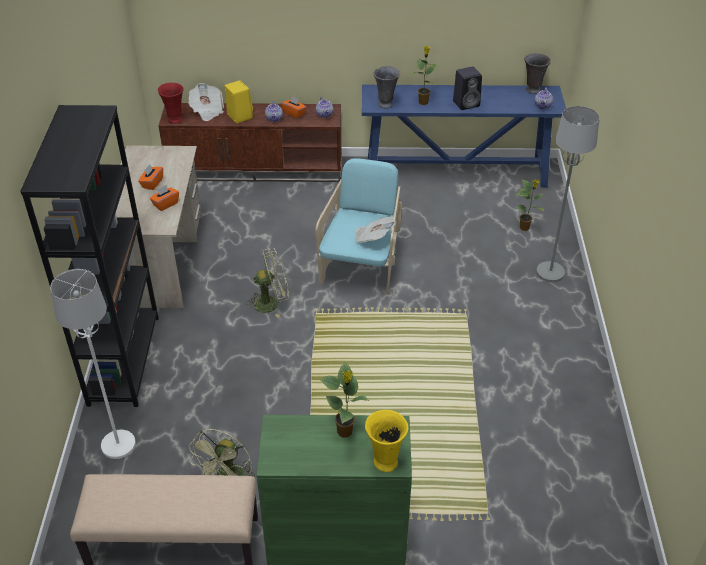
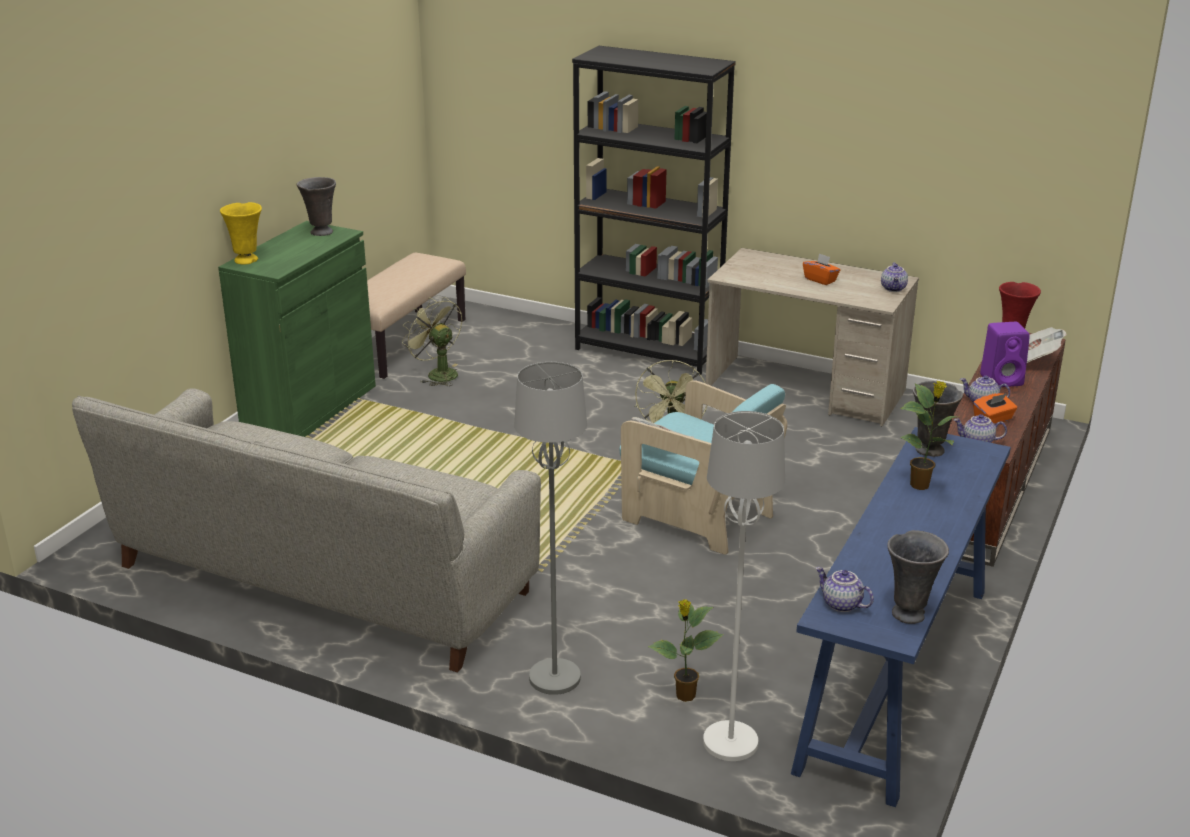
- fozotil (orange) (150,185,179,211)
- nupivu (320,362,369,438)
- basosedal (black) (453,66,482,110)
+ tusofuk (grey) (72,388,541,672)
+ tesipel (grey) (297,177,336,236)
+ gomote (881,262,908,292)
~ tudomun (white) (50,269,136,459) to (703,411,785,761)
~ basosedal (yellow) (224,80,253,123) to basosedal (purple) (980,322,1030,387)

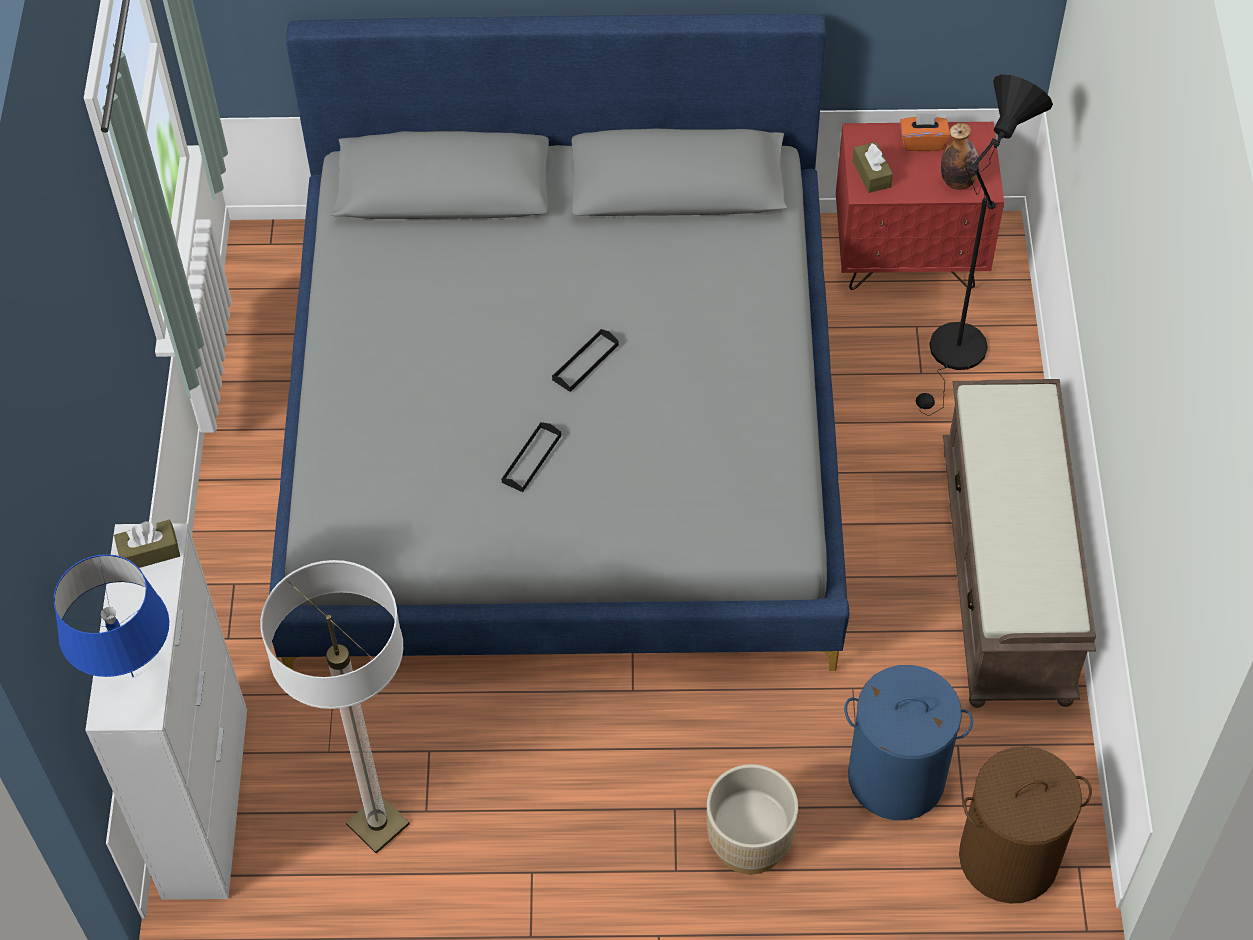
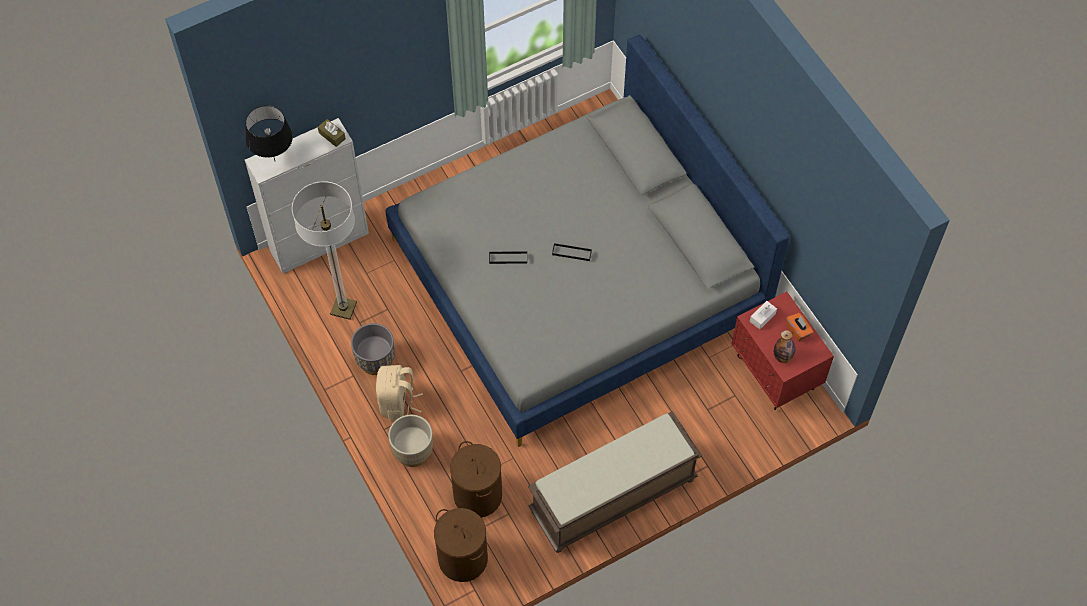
- tudomun (black) (916,75,1053,416)
+ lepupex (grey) (351,323,395,375)
+ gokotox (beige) (376,365,423,420)
~ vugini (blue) (53,554,169,678) to vugini (black) (245,105,293,160)
~ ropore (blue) (844,665,973,820) to ropore (brown) (450,441,502,518)
~ fozotil (brown) (852,142,893,193) to fozotil (white) (750,301,777,329)

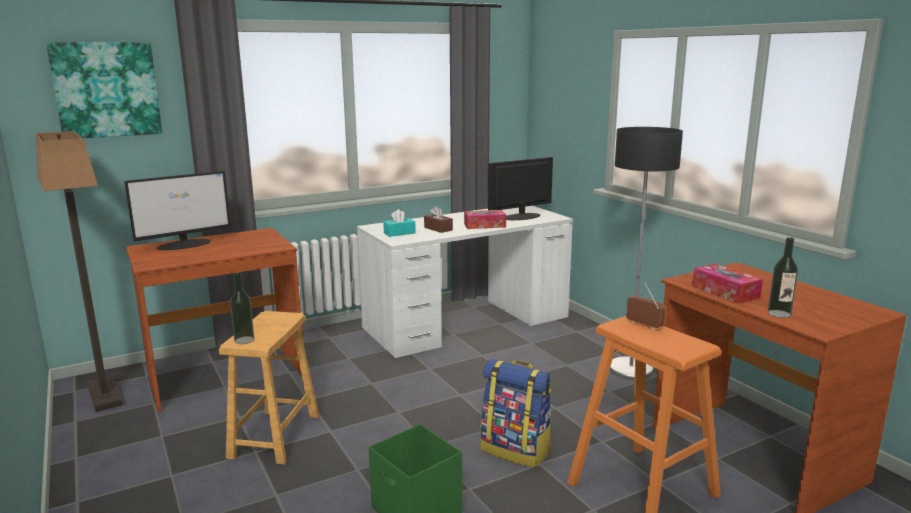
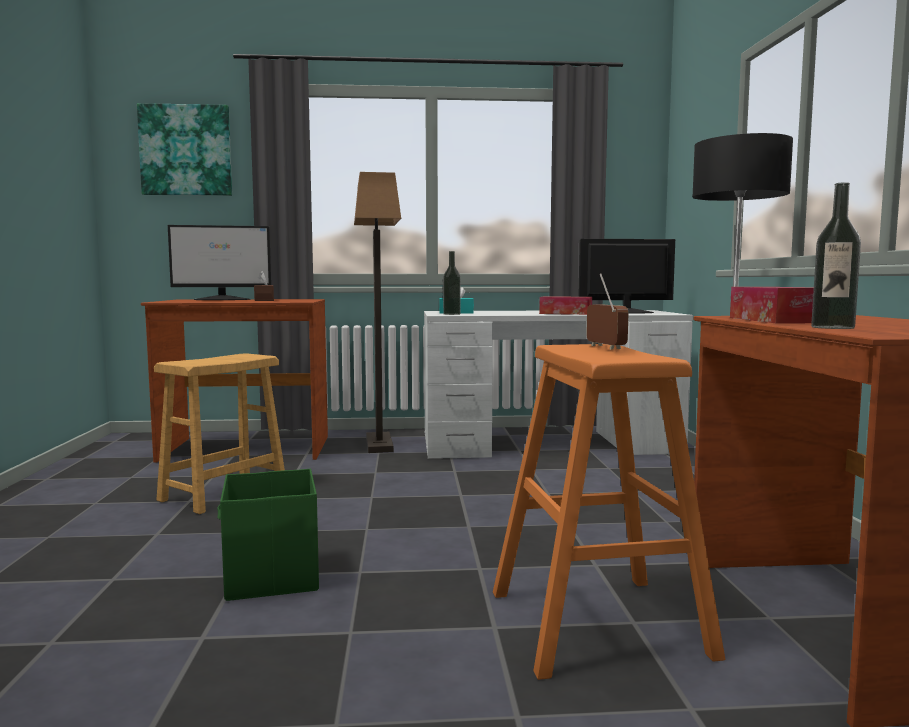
- gokotox (481,359,552,468)
~ tudomun (36,131,123,412) to (354,172,401,453)
~ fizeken (230,273,254,344) to (443,251,461,315)
~ fozotil (brown) (424,206,453,233) to (254,271,274,301)

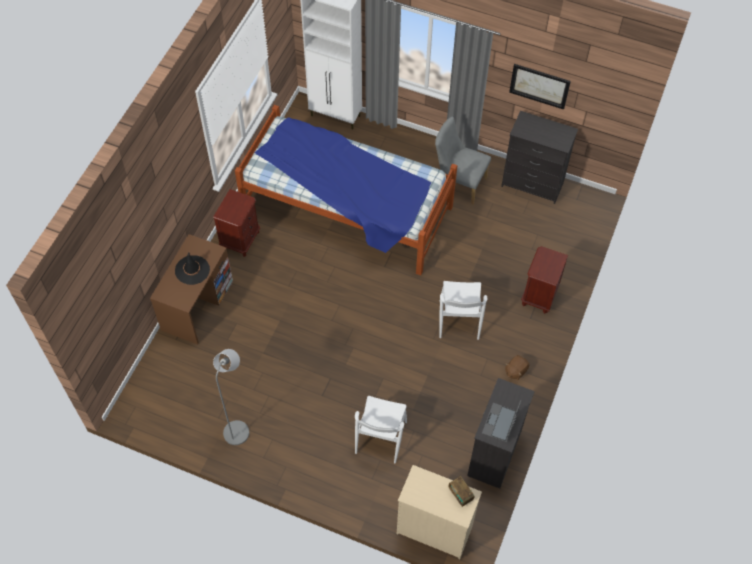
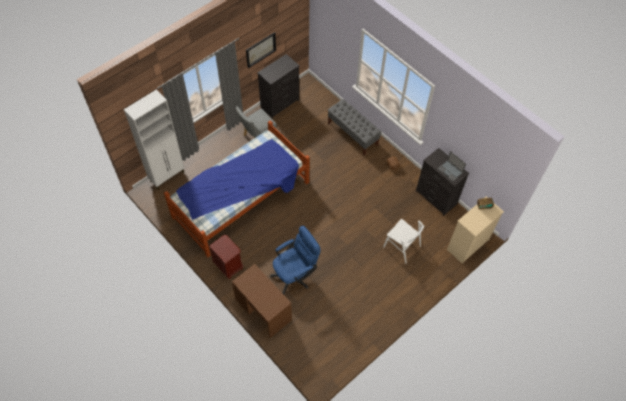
- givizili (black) (175,252,210,285)
- tudomun (grey) (213,349,249,445)
- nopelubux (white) (439,281,487,340)
+ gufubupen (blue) (270,226,321,295)
~ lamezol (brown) (521,246,568,314) to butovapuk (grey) (328,99,382,156)

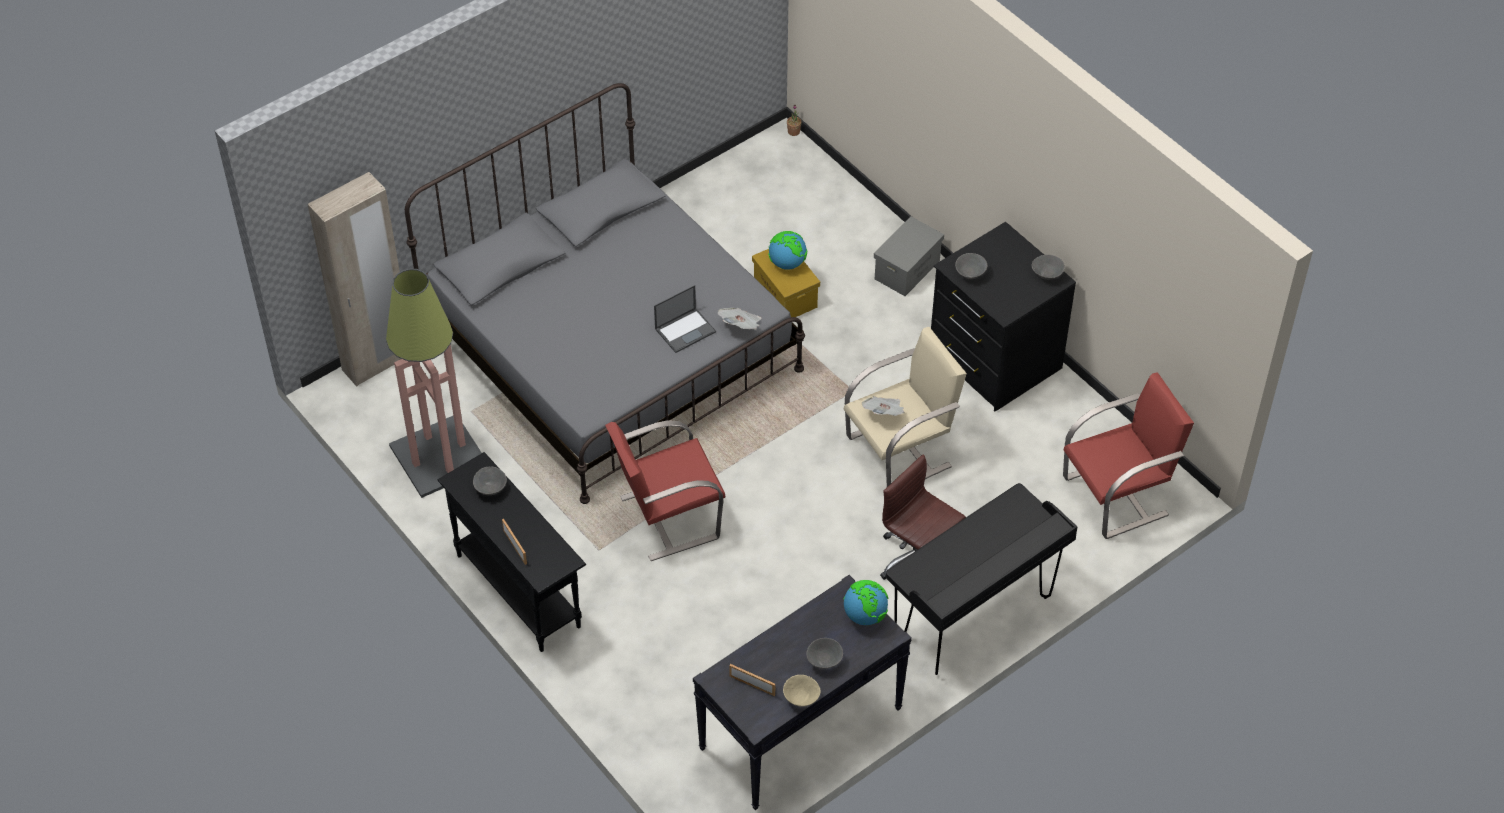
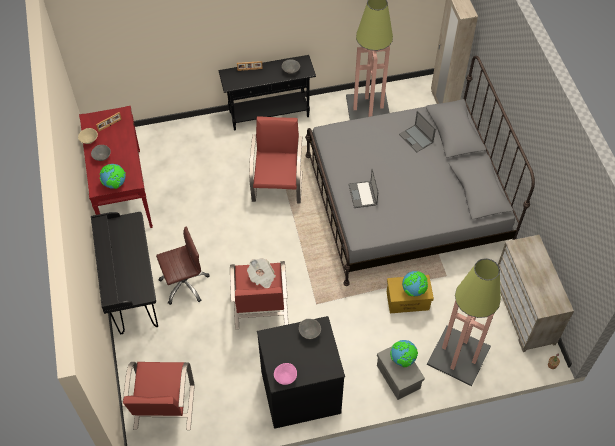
- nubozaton (718,308,761,330)
+ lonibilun (390,340,418,367)
+ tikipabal (399,111,436,152)
+ tudomun (427,258,501,386)
+ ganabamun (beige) (498,235,574,352)
~ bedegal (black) (693,575,912,810) to bedegal (red) (79,106,153,228)
~ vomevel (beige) (844,327,967,487) to vomevel (red) (230,261,288,330)
~ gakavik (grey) (1032,254,1065,280) to gakavik (pink) (274,363,297,385)

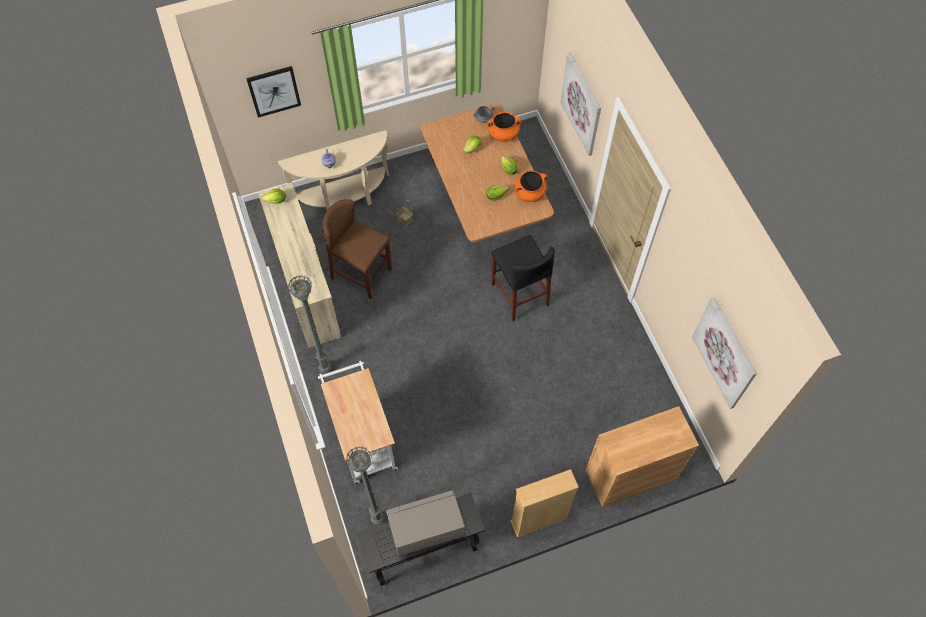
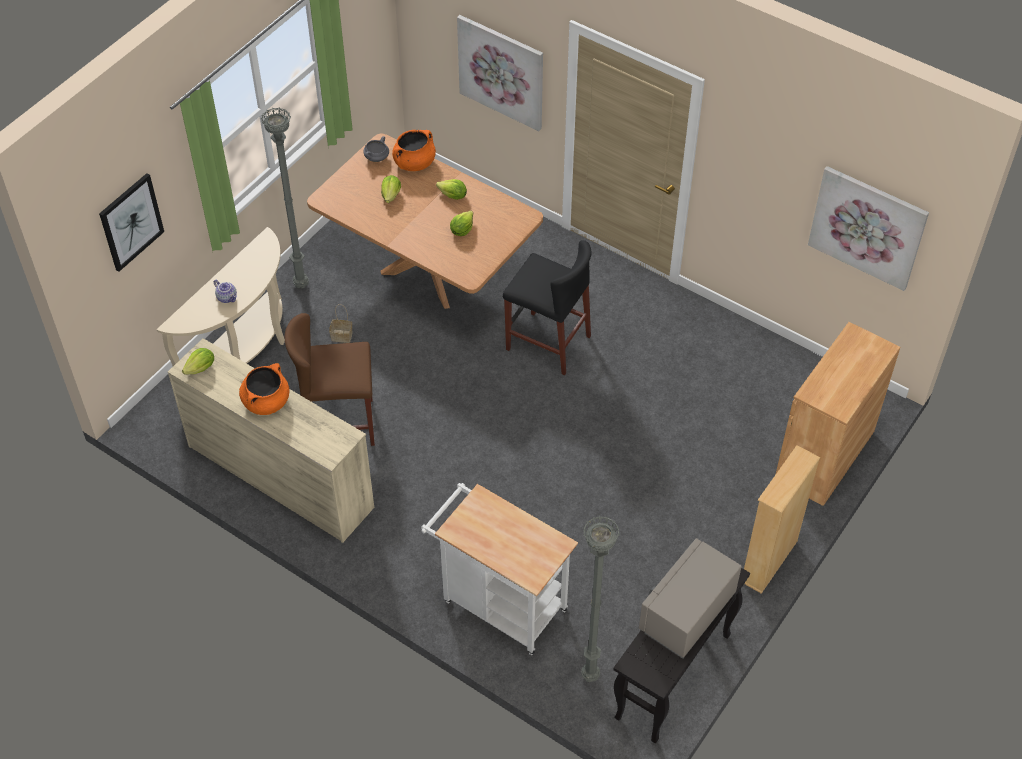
~ tudomun (grey) (288,276,331,373) to (261,107,309,288)
~ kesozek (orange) (514,171,547,202) to (239,363,290,415)

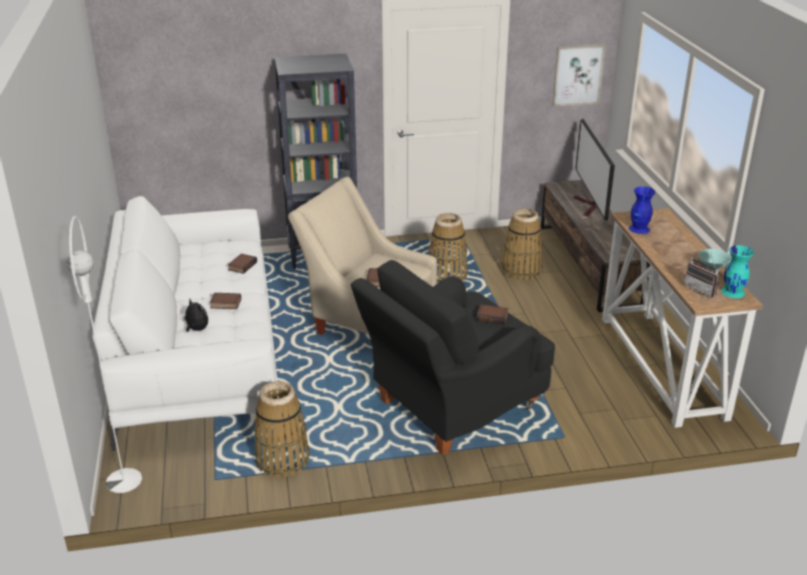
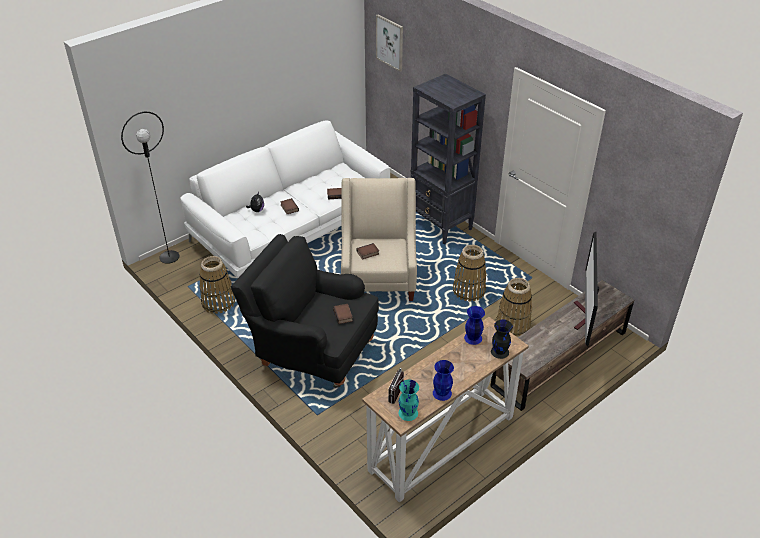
+ tesipel (black) (491,319,513,359)
~ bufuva (553,44,606,106) to (376,15,403,72)
~ gakavik (turquoise) (698,249,732,270) to tesipel (blue) (433,360,454,401)
~ tudomun (white) (67,216,142,493) to tudomun (black) (121,112,179,264)
~ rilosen (573,119,615,221) = (574,232,599,346) 45 degrees counterclockwise

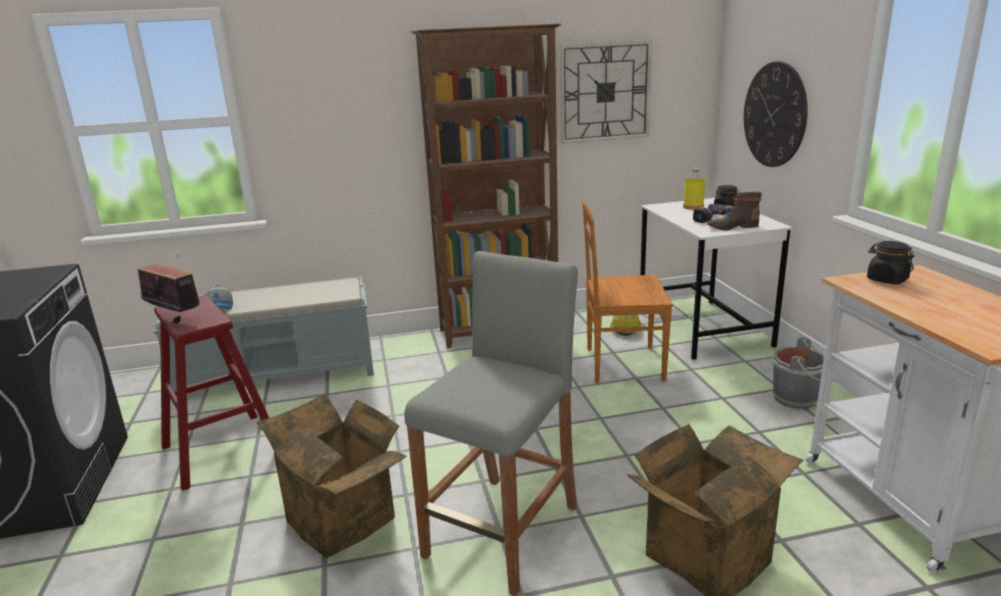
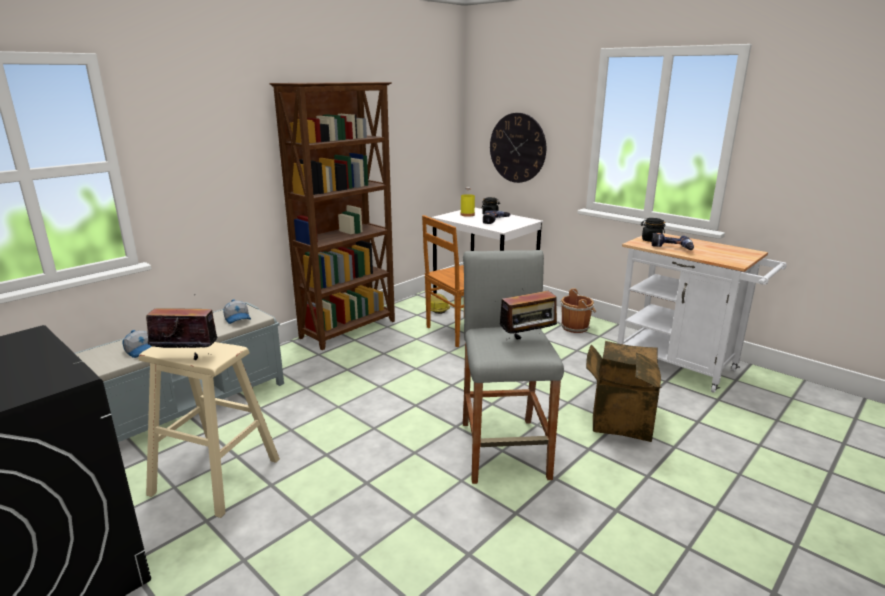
- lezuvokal (257,393,407,558)
- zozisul (560,40,652,144)
- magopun (707,192,762,231)
+ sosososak (223,299,251,324)
+ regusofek (500,284,560,339)
+ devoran (651,233,694,250)
~ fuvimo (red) (154,295,269,491) to fuvimo (beige) (138,342,280,518)
~ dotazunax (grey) (773,337,824,409) to dotazunax (brown) (560,288,596,333)

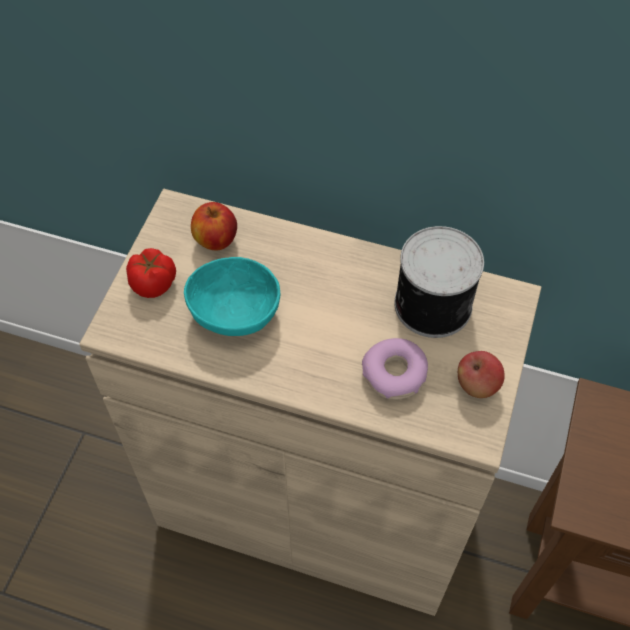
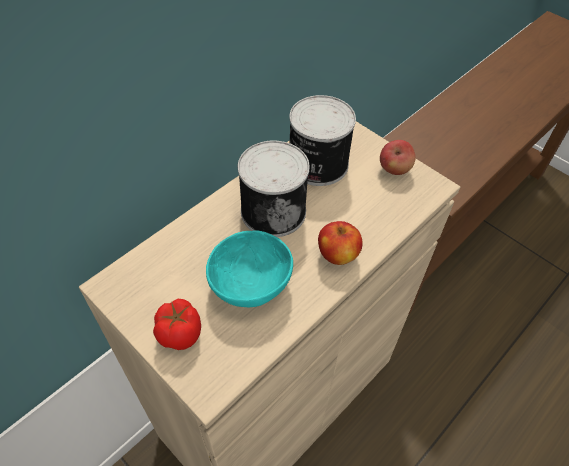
- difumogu (362,338,428,400)
+ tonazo (238,140,310,237)
~ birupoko (191,202,237,251) to (318,221,363,265)

